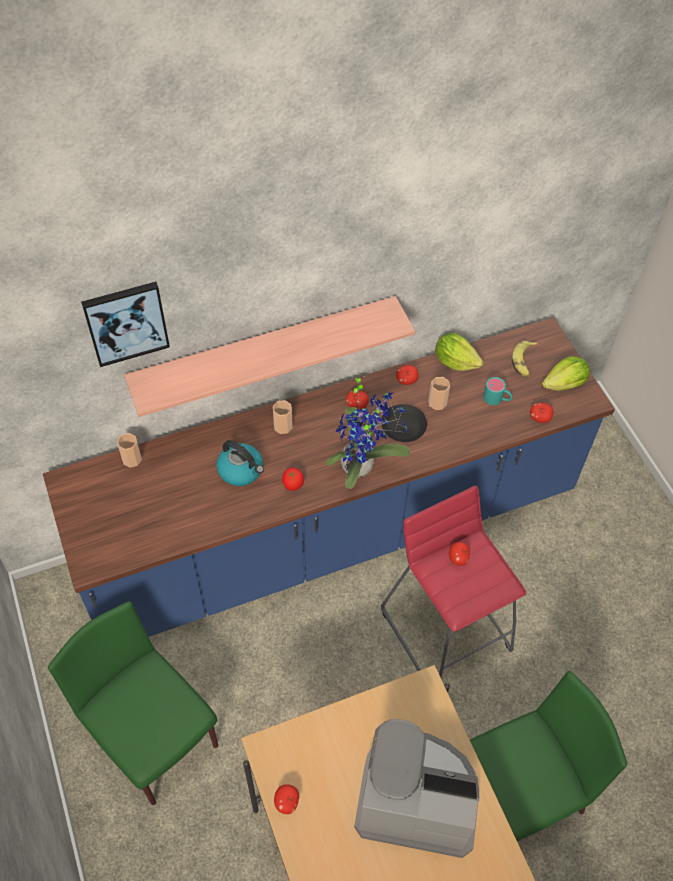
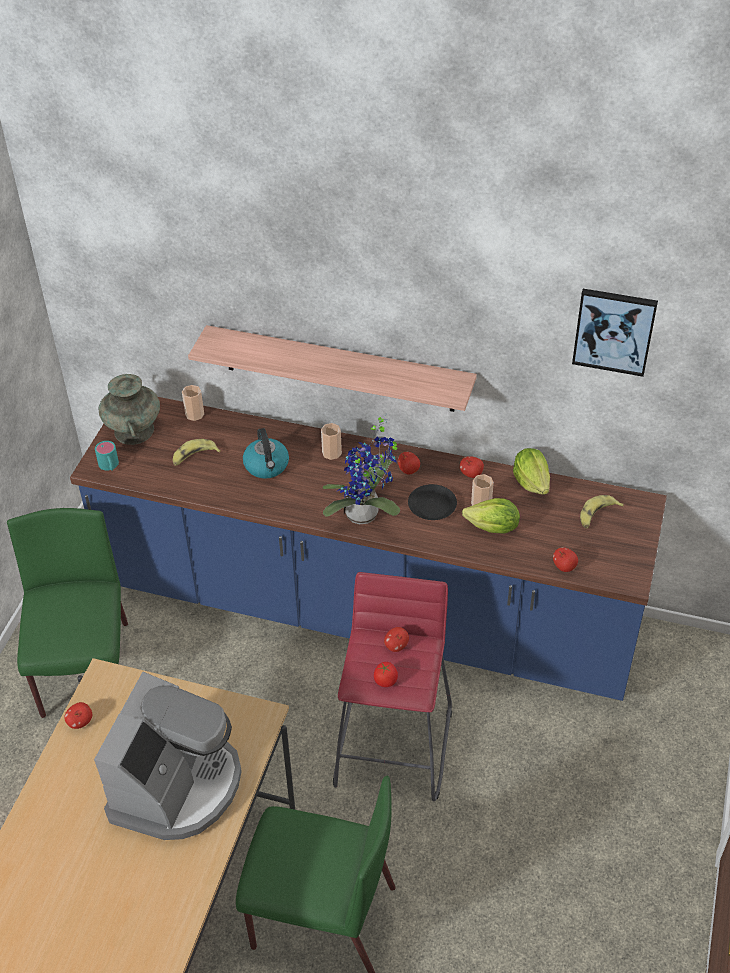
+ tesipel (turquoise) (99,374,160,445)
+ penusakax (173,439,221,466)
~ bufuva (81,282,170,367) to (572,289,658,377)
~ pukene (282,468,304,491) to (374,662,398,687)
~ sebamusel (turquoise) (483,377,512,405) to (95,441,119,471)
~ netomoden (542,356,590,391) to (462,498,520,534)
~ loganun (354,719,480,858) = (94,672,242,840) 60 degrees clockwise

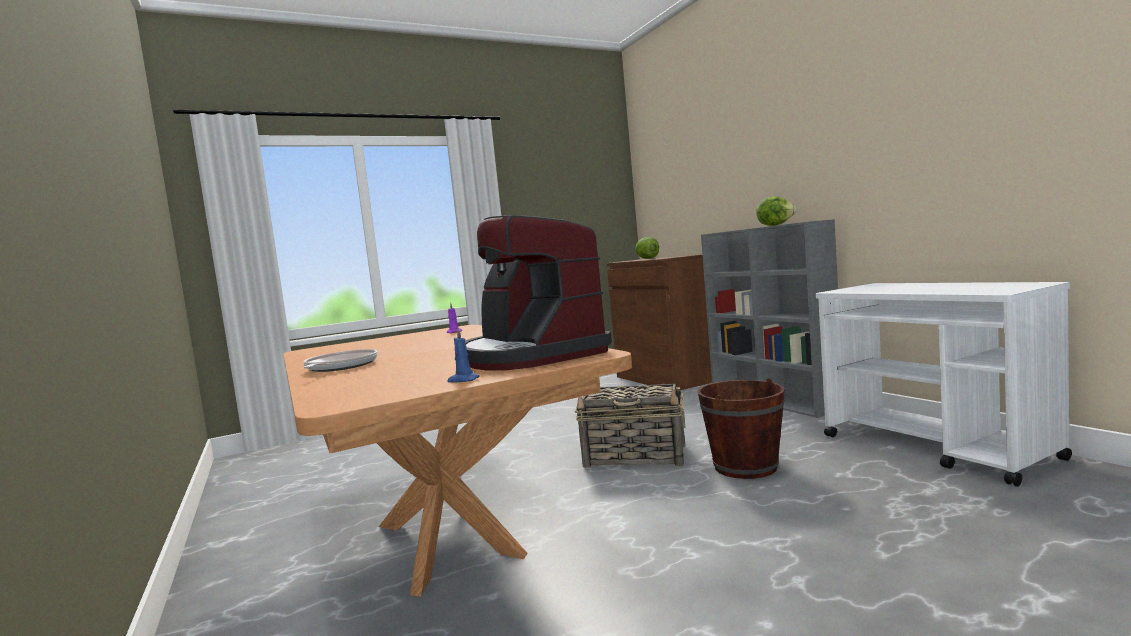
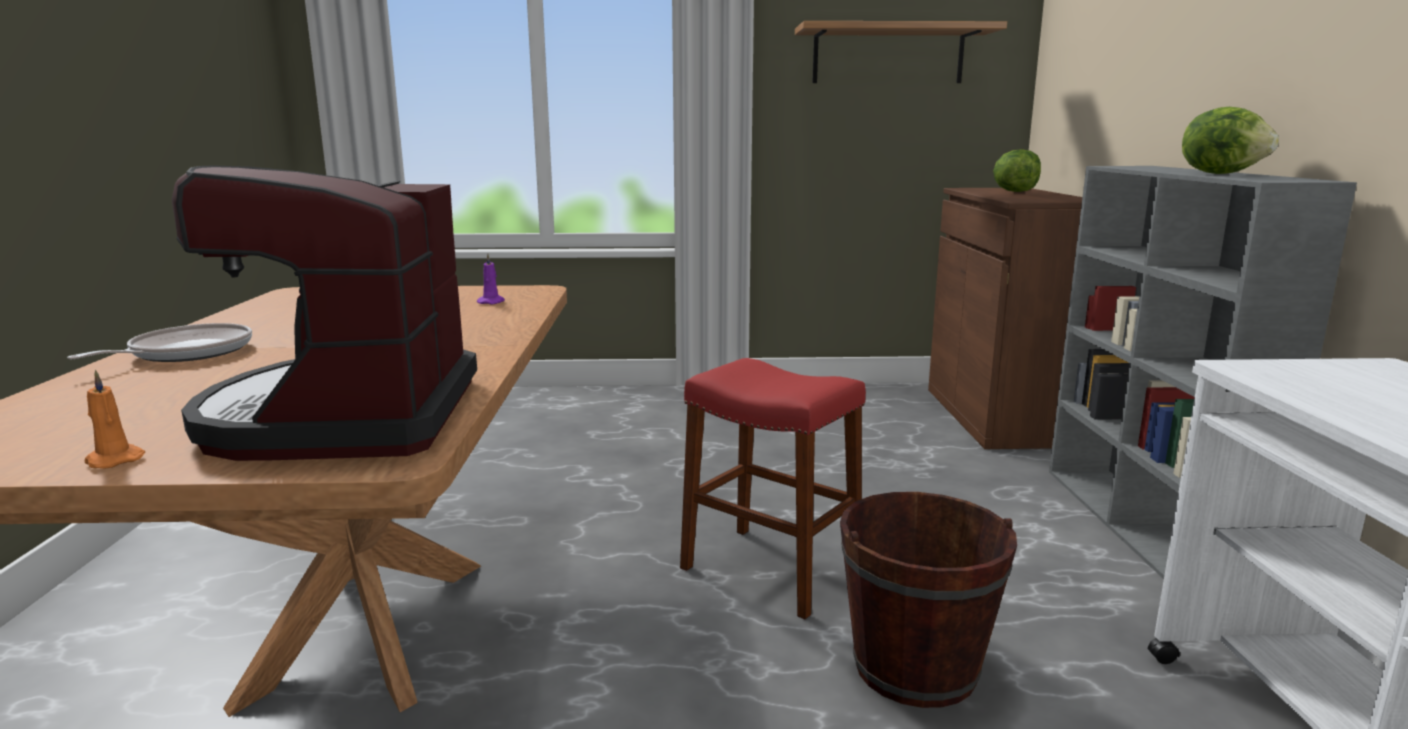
+ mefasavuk (795,21,1007,83)
~ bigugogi (575,384,686,468) to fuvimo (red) (680,358,866,619)
~ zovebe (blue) (447,327,480,383) to zovebe (orange) (85,370,145,469)

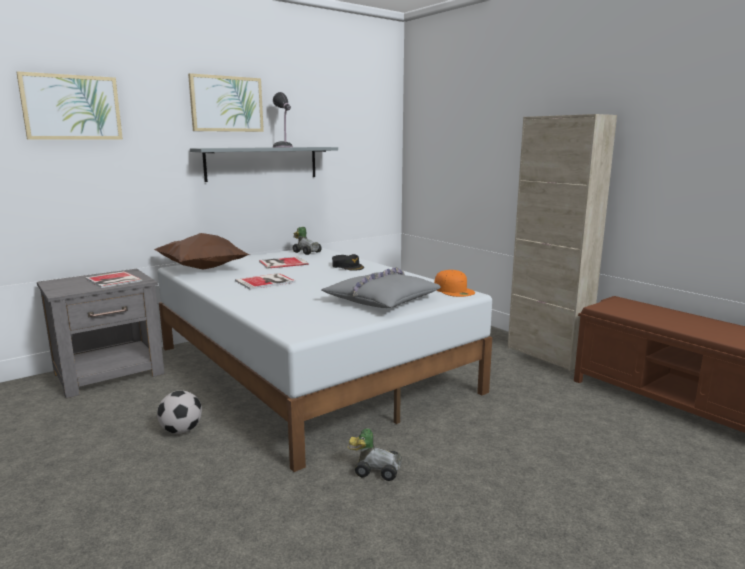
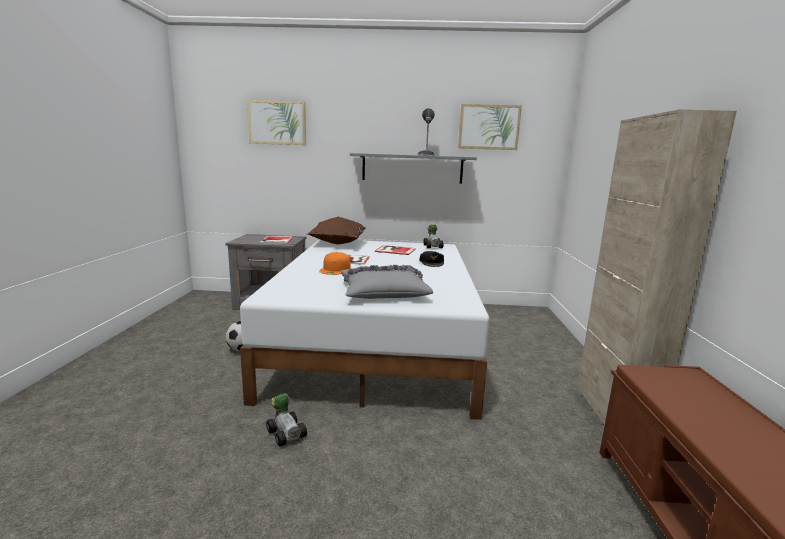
~ bufuva (188,73,264,132) to (458,104,522,150)
~ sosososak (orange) (434,270,475,297) to (319,252,351,275)

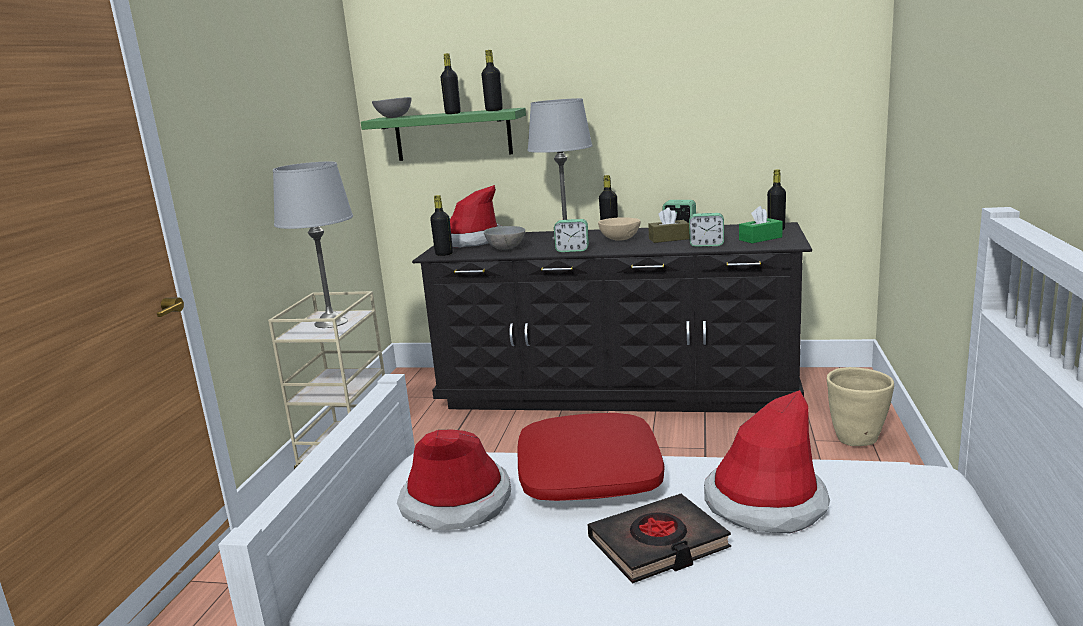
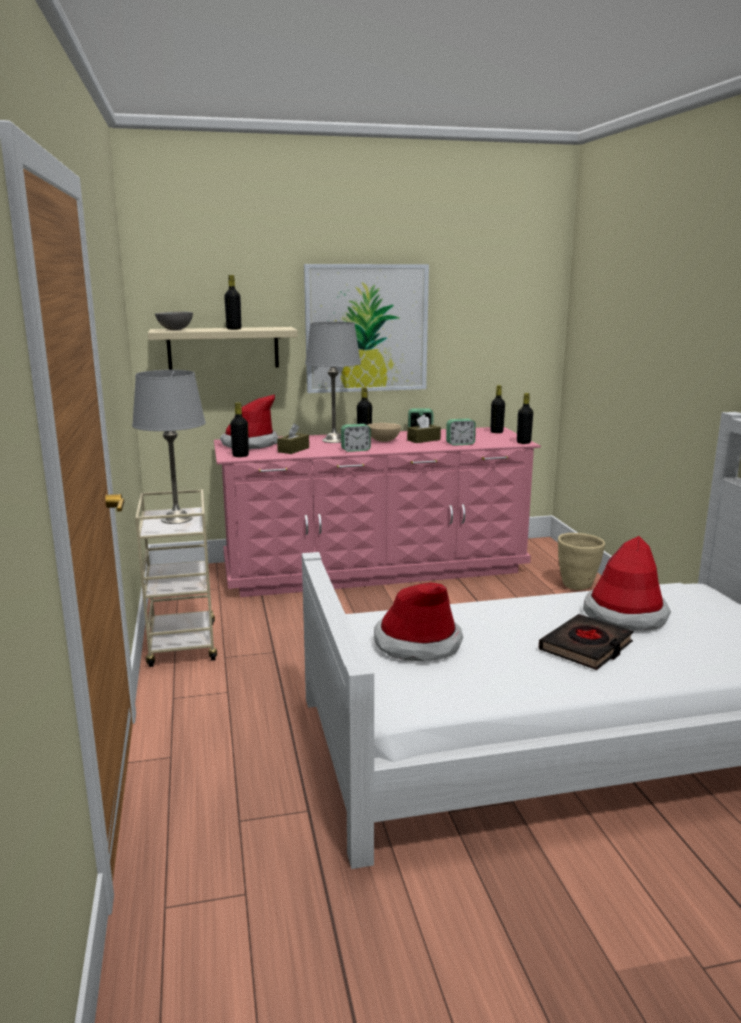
- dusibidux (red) (517,413,664,501)
- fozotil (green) (739,206,783,243)
+ bufuva (304,264,429,393)
~ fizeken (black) (481,50,503,111) to (517,393,533,444)
~ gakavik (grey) (484,226,525,250) to fozotil (brown) (277,423,309,454)
~ mefasavuk (green) (361,108,526,161) to mefasavuk (beige) (148,327,298,370)
~ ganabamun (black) (412,222,812,413) to ganabamun (pink) (214,427,541,597)

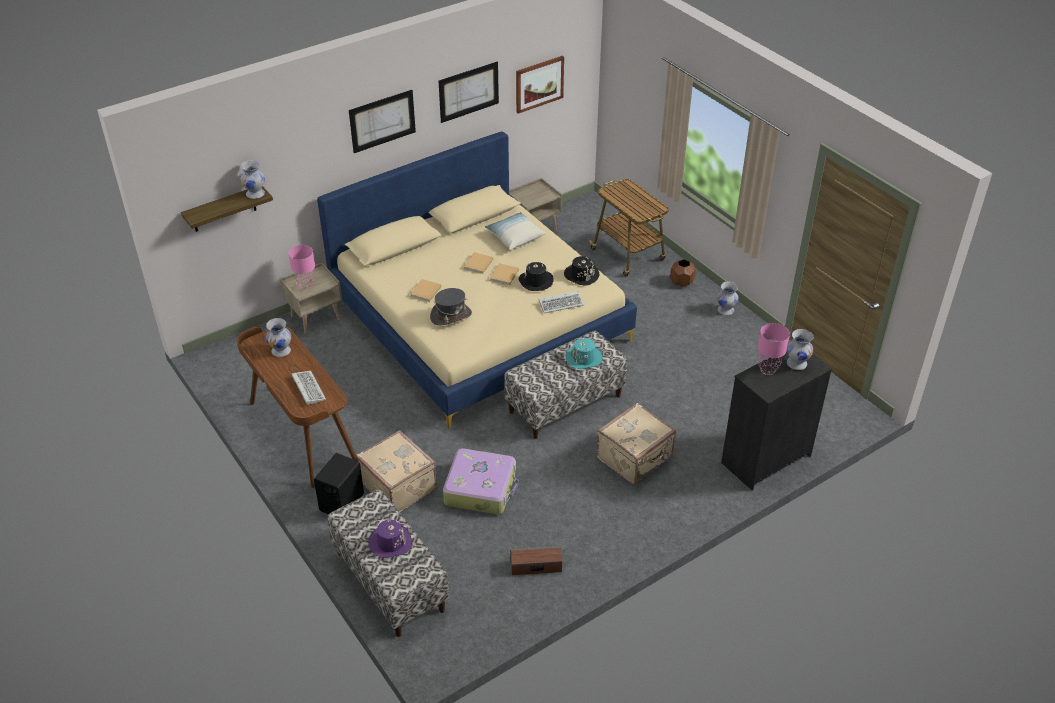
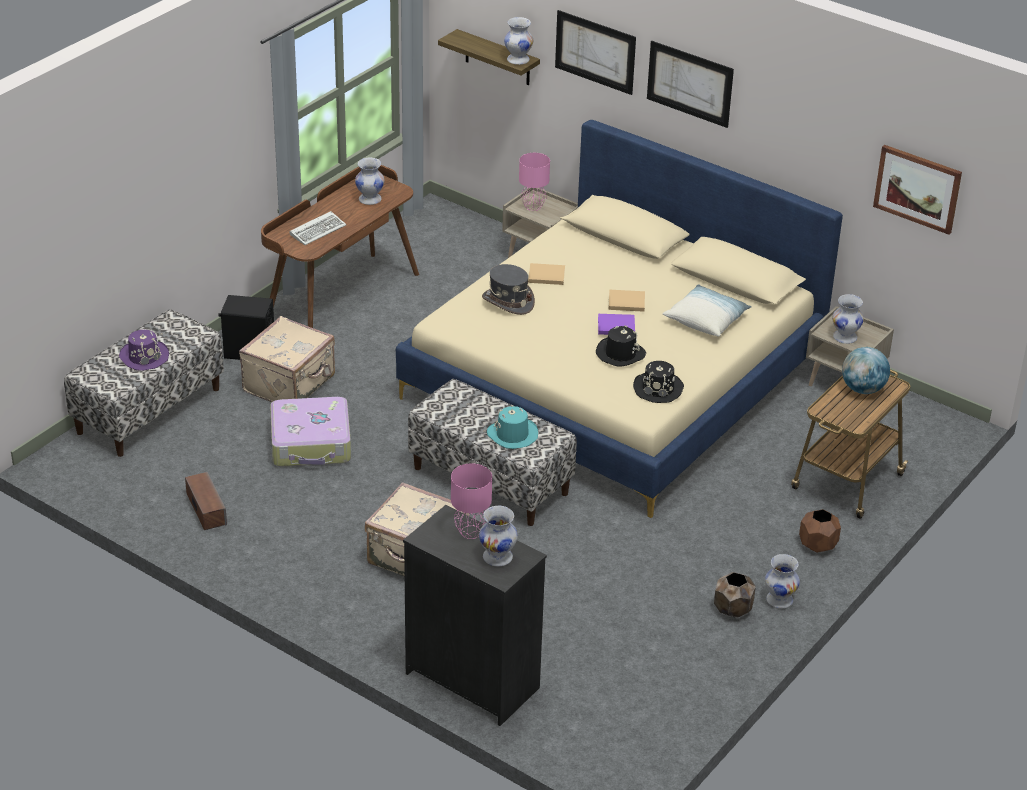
- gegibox (539,291,584,313)
+ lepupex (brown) (714,572,756,618)
+ tesipel (white) (832,294,864,344)
+ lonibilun (842,347,890,394)
~ bufuva (439,62,499,123) to (555,10,636,95)
~ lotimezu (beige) (490,263,519,285) to lotimezu (purple) (598,314,635,335)

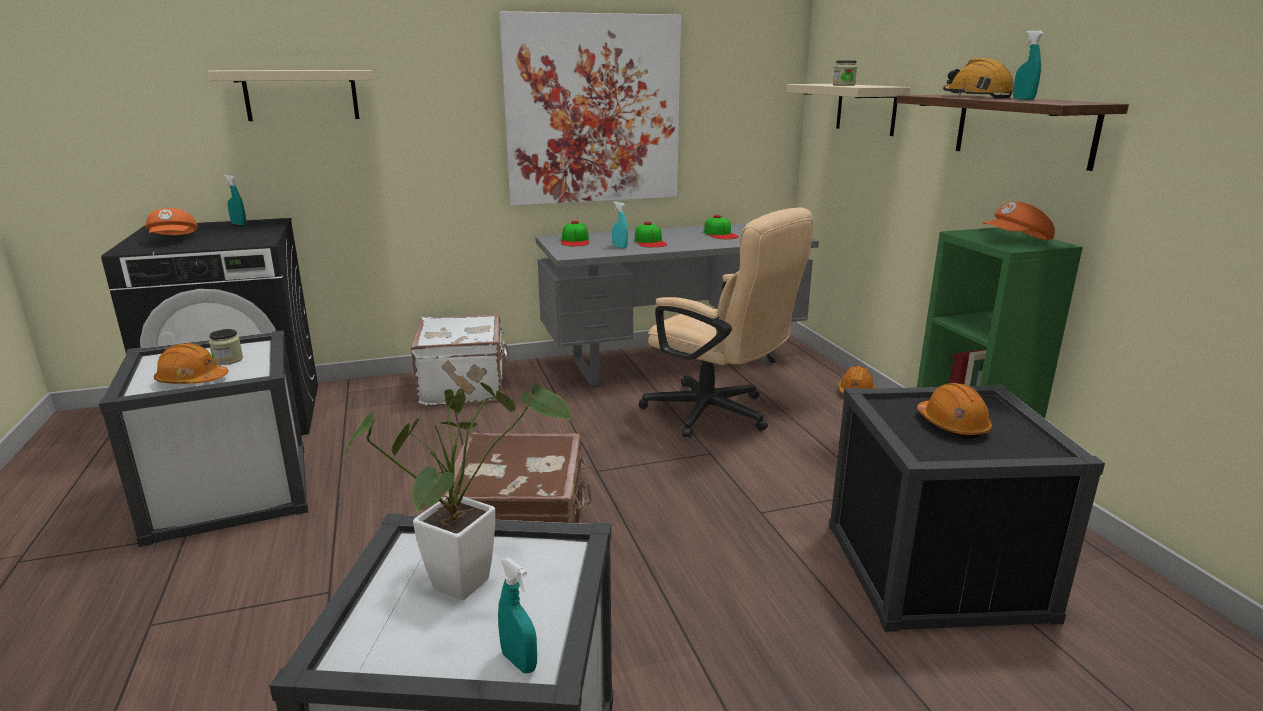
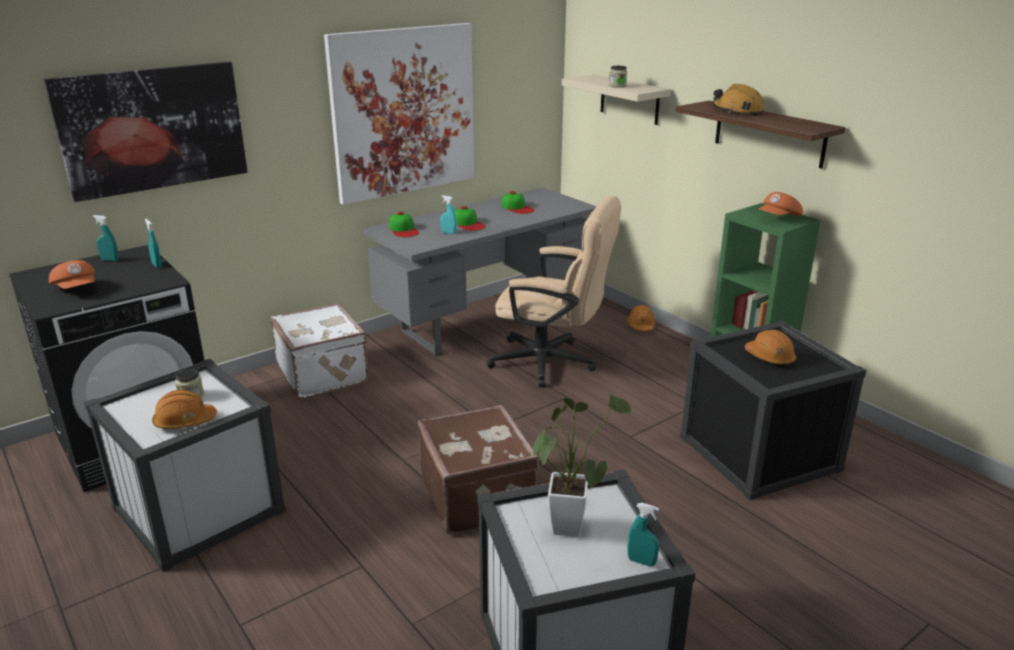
~ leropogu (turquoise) (1013,30,1043,100) to (145,219,162,268)
~ mefasavuk (beige) (208,70,373,121) to bufuva (44,61,248,202)

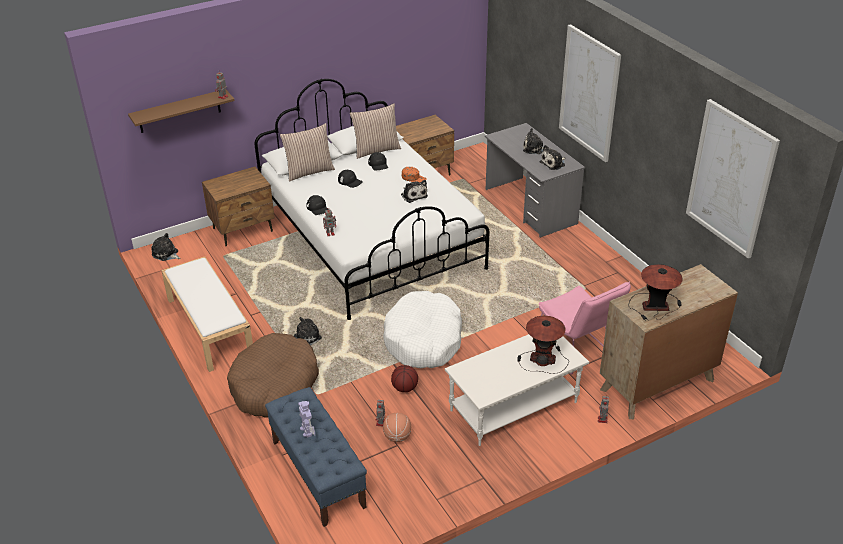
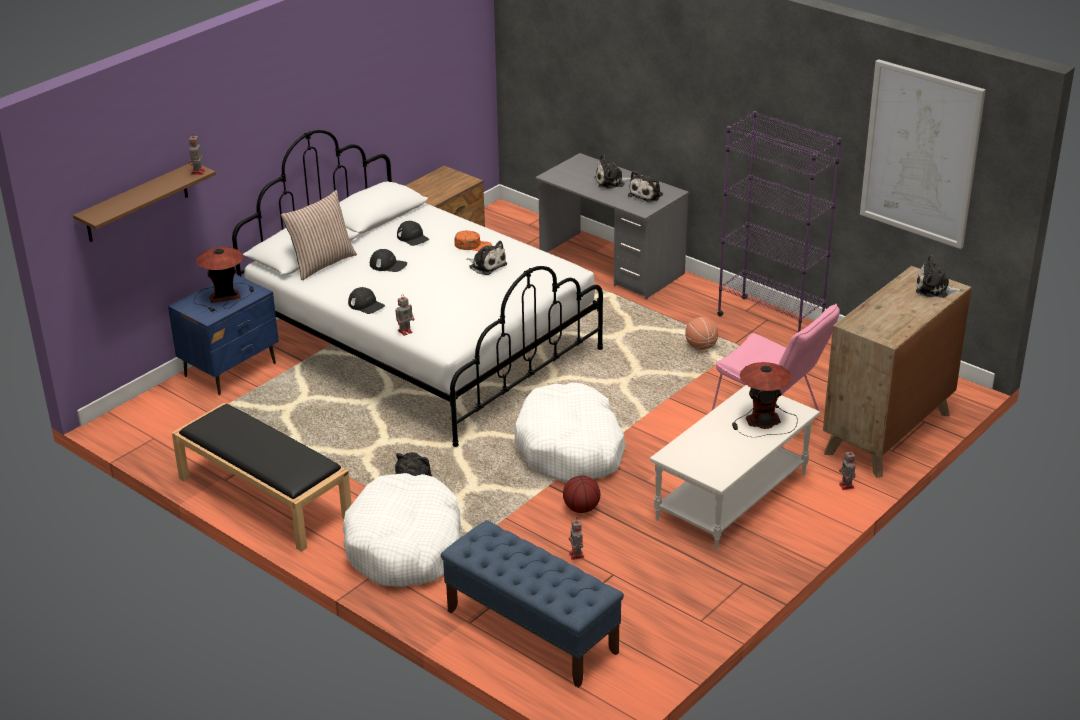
- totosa (298,401,315,438)
- dusibidux (350,103,401,159)
- bufuva (559,24,621,162)
+ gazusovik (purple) (717,111,841,332)
~ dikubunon (151,233,180,261) to (916,255,963,298)
~ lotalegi (383,413,411,442) to (685,317,718,350)
~ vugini (629,264,683,321) to (194,247,254,312)
~ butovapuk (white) (161,257,253,372) to butovapuk (black) (172,403,352,552)
~ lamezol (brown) (202,167,275,247) to lamezol (blue) (168,274,279,395)
~ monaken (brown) (227,333,319,418) to monaken (white) (343,473,461,587)

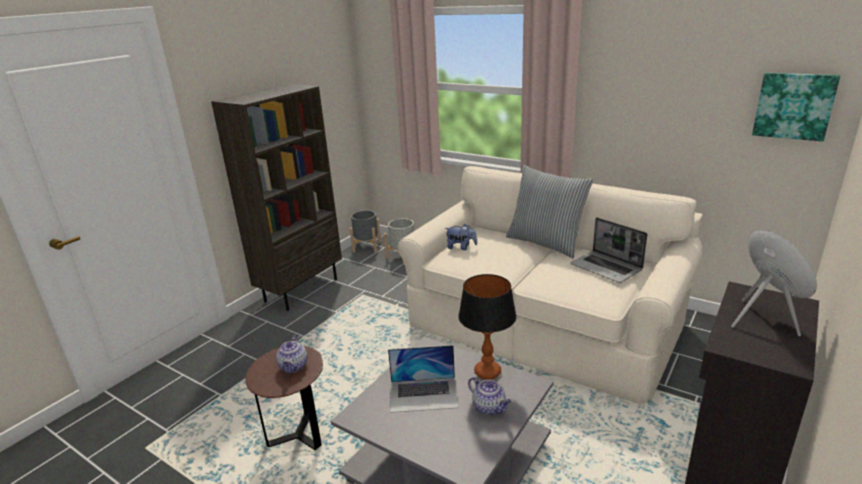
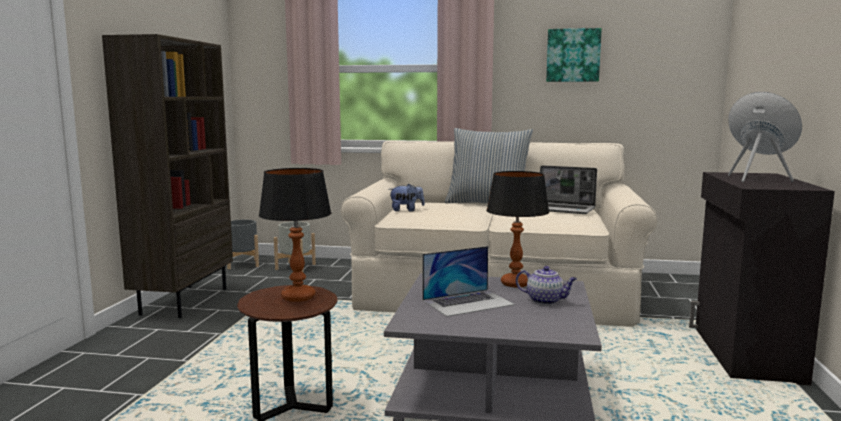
~ bufuva (752,73,840,142) to (546,28,602,82)
~ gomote (276,335,308,373) to vugini (259,168,331,302)

